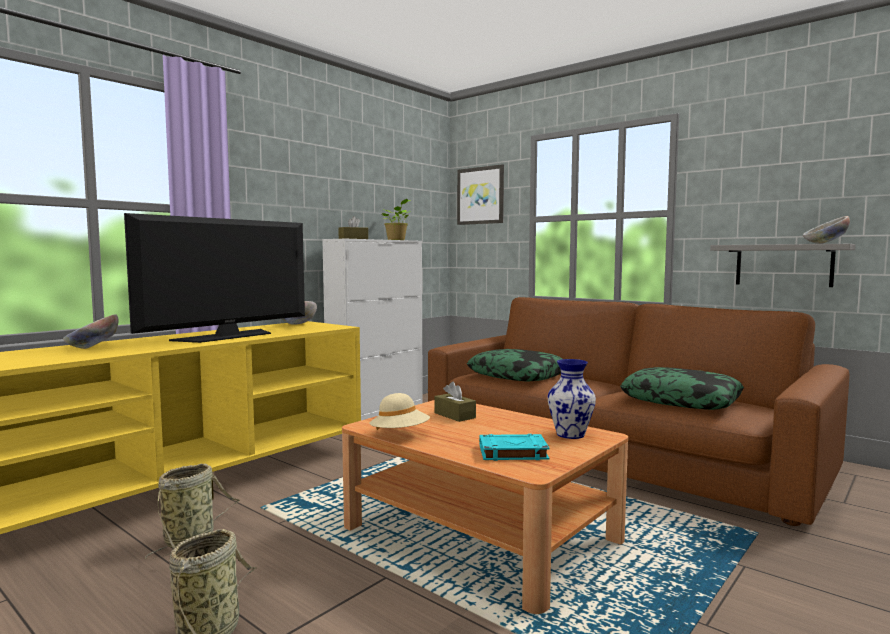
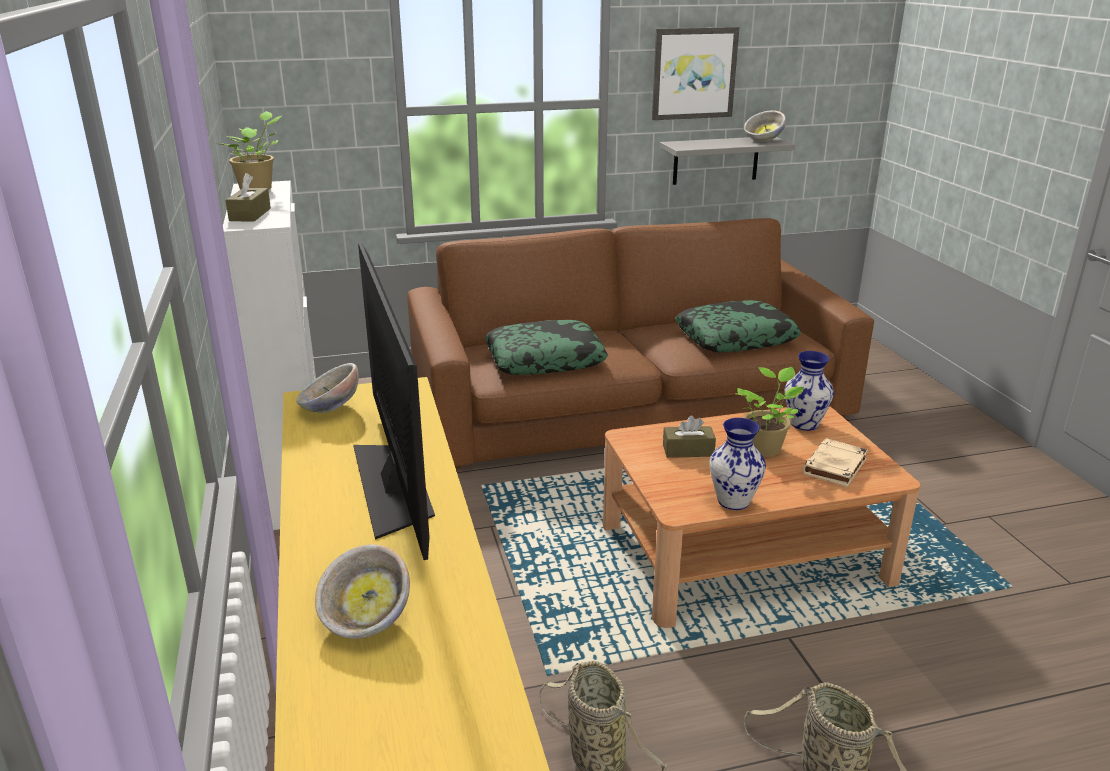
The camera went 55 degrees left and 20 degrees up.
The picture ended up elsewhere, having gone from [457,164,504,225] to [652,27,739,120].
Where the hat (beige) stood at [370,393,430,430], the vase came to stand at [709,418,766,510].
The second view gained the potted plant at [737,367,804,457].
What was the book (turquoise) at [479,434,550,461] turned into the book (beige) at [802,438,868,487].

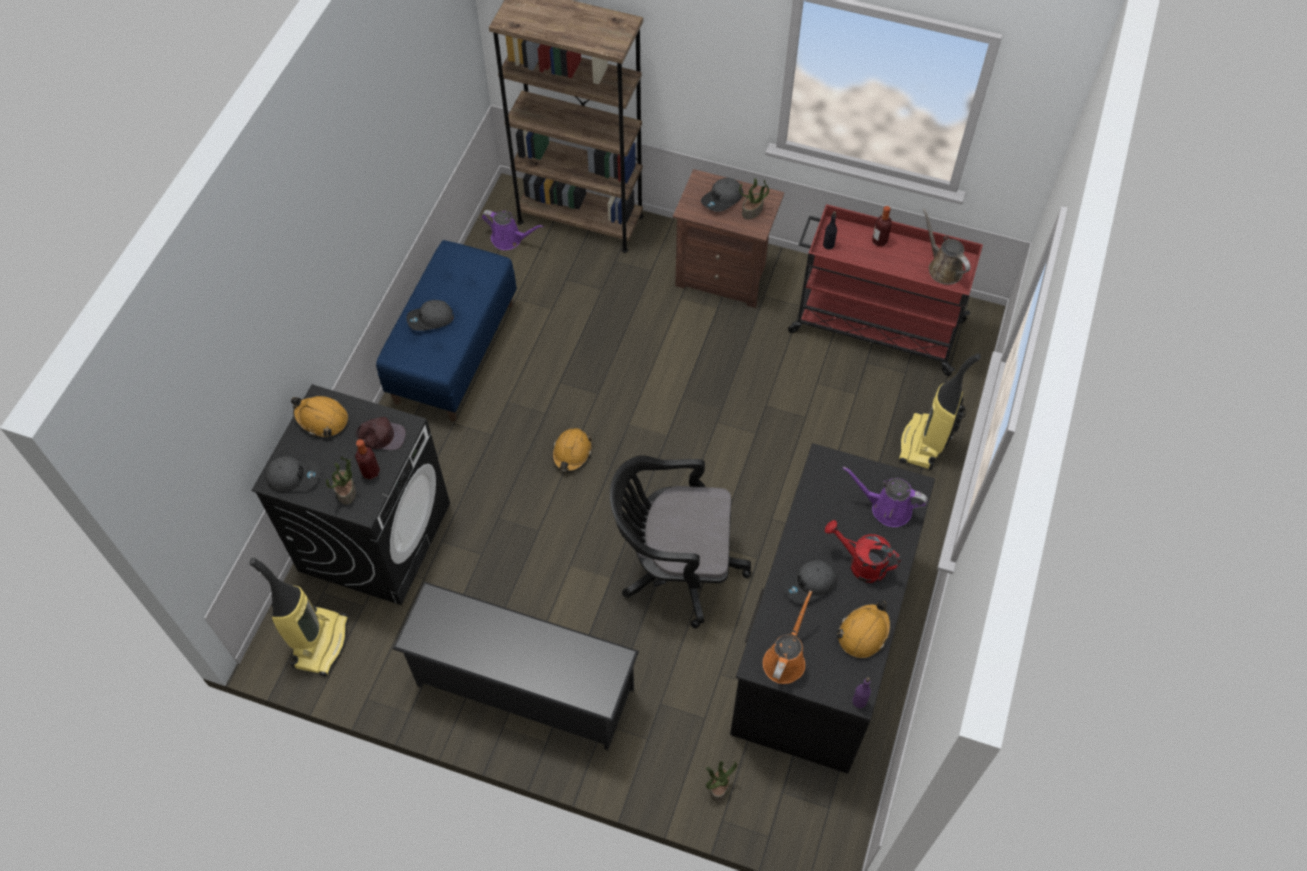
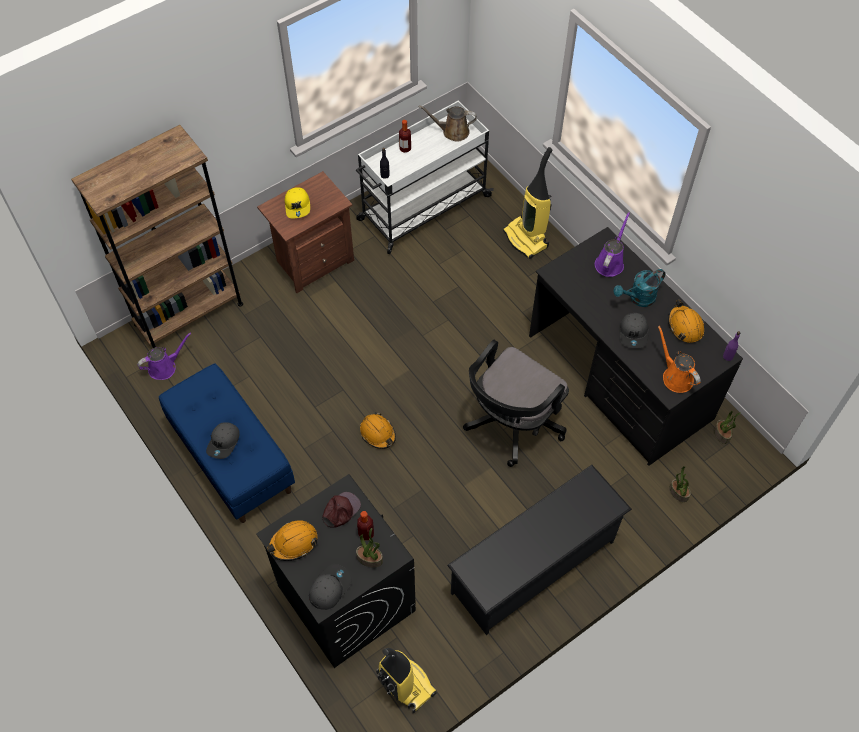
The camera went 55 degrees left and 0 degrees up.
What was the cap (grey) at [701,178,743,212] turned into the cap (yellow) at [285,187,310,218].
What was the cart (red) at [788,204,983,376] turned into the cart (white) at [356,100,494,254].
The watering can (purple) at [843,467,928,527] ended up facing another way, 150 degrees clockwise from before.
What was the watering can (red) at [825,520,901,583] turned into the watering can (turquoise) at [613,269,665,307].
The potted plant ended up elsewhere, having gone from [739,178,769,219] to [714,411,741,444].

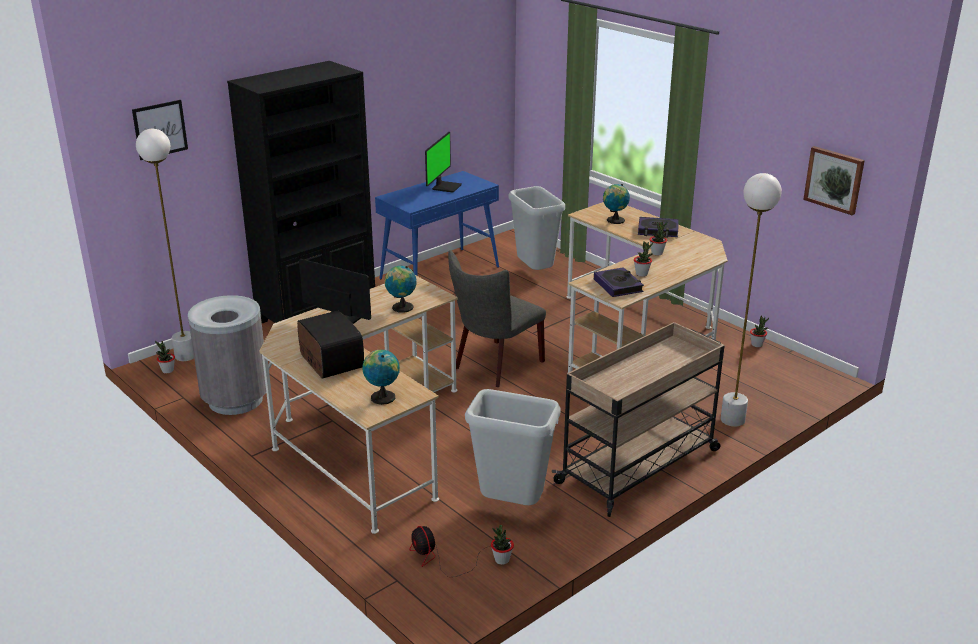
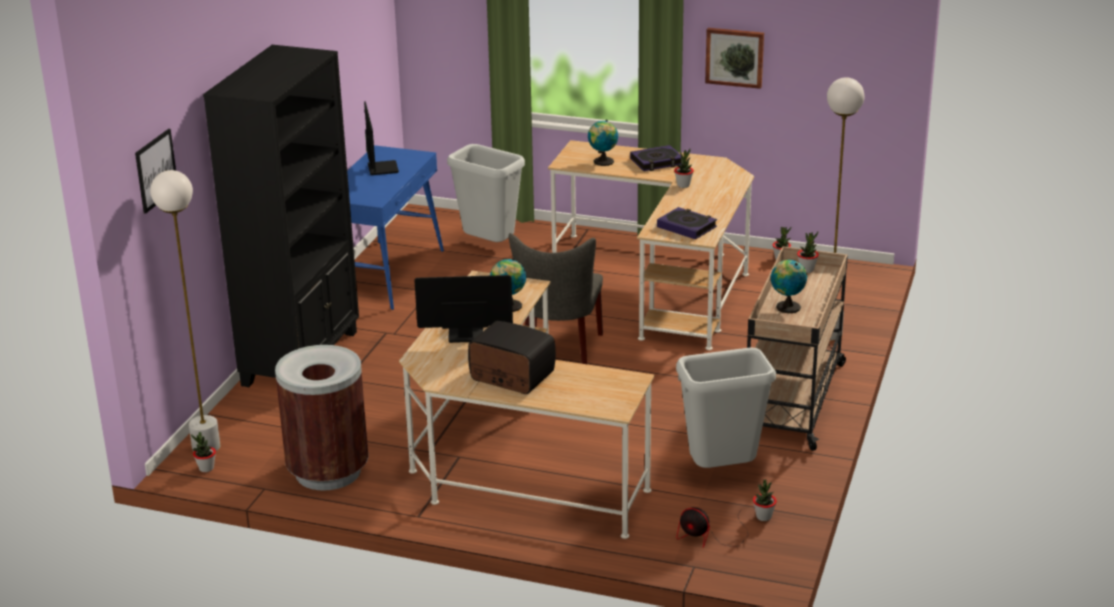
The camera went 30 degrees left and 0 degrees up.
What was the trash can (grey) at [188,295,266,415] turned into the trash can (brown) at [275,345,368,491].
The picture ended up elsewhere, having gone from [803,146,865,215] to [705,28,764,89].
The globe ended up elsewhere, having gone from [362,349,400,405] to [771,260,807,313].
The potted plant ended up elsewhere, having gone from [634,242,653,276] to [797,231,819,273].

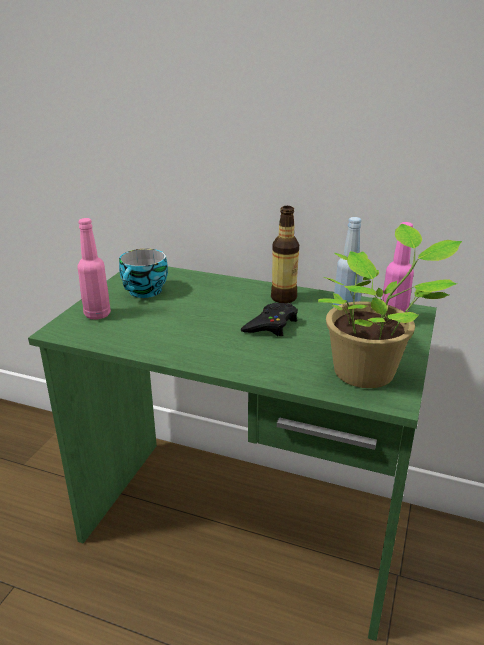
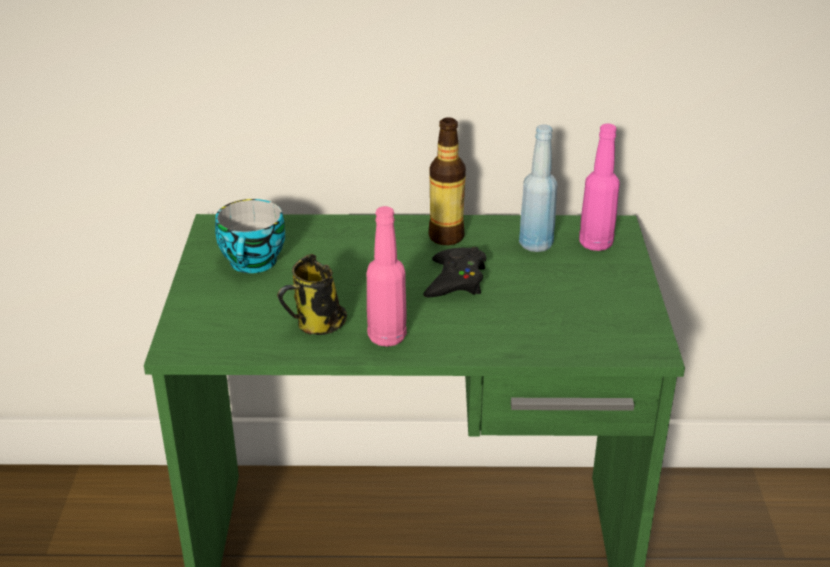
The camera went 20 degrees left and 5 degrees up.
The second view gained the mug at [277,254,347,335].
The bottle (pink) ended up elsewhere, having gone from [77,218,111,319] to [366,206,407,347].
The second view lost the potted plant at [318,224,462,388].

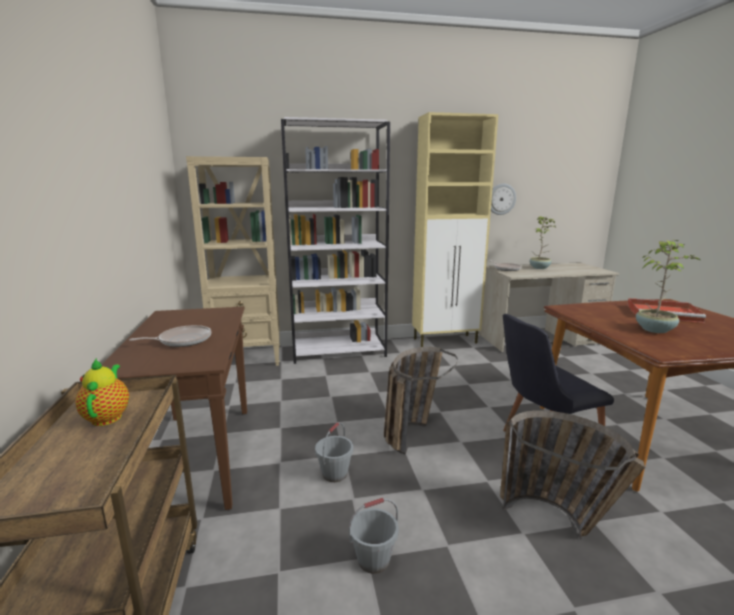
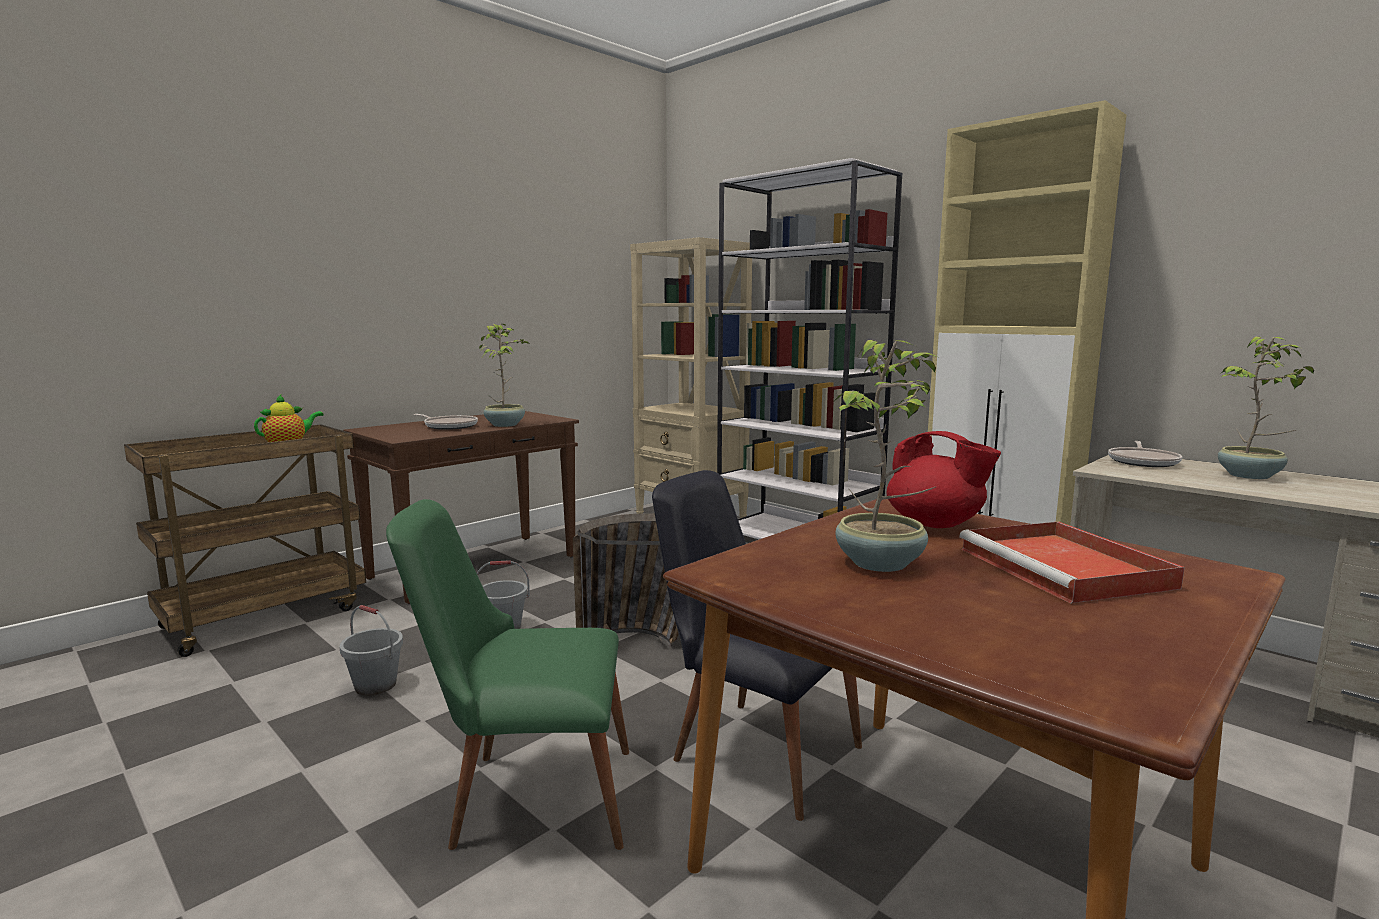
The camera went 55 degrees right and 5 degrees down.
Where the basket stood at [500,410,645,540], the chair (green) came to stand at [386,499,629,850].
The second view gained the potted plant at [479,324,529,427].
The second view gained the teapot (red) at [887,431,1001,528].
The second view lost the wall clock at [491,184,516,215].

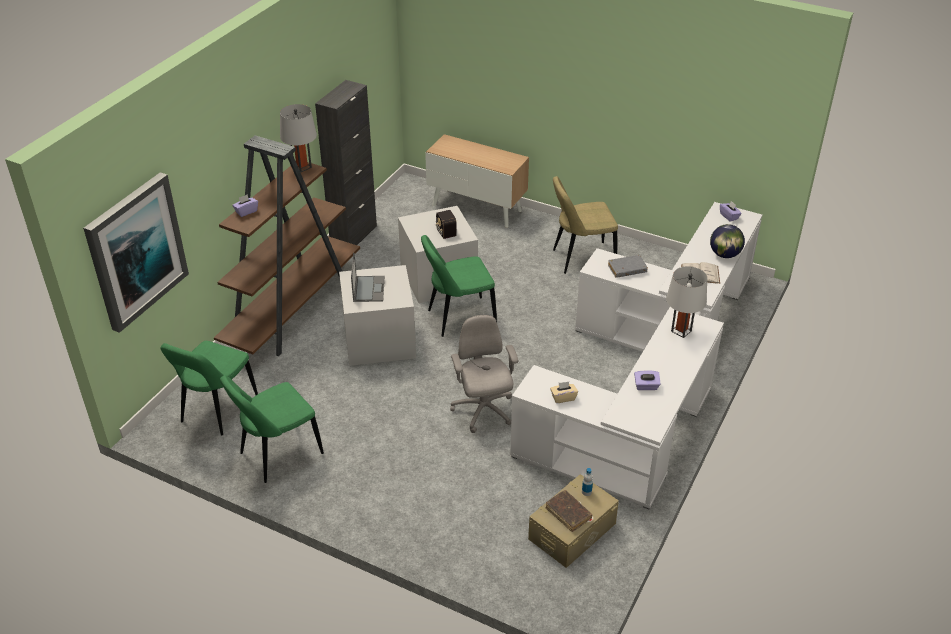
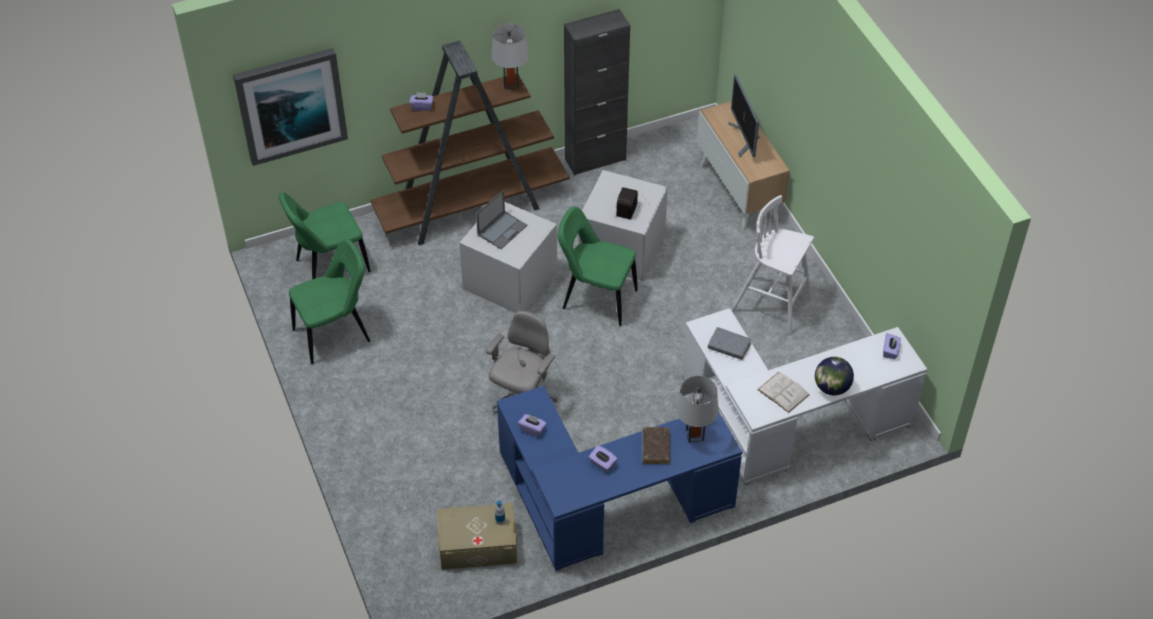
The camera went 40 degrees right and 10 degrees up.
The chair (green) at [220,375,324,483] ended up facing another way, 150 degrees clockwise from before.
What was the desk (white) at [510,307,724,510] turned into the desk (blue) at [497,386,742,571].
What was the tissue box (beige) at [550,382,578,403] turned into the tissue box (purple) at [518,414,547,437].
The book (brown) ended up elsewhere, having gone from [545,490,592,532] to [642,427,670,464].
The second view gained the monitor at [729,75,760,157].
Where the chair (beige) stood at [553,176,618,274], the stool (white) came to stand at [731,195,814,334].

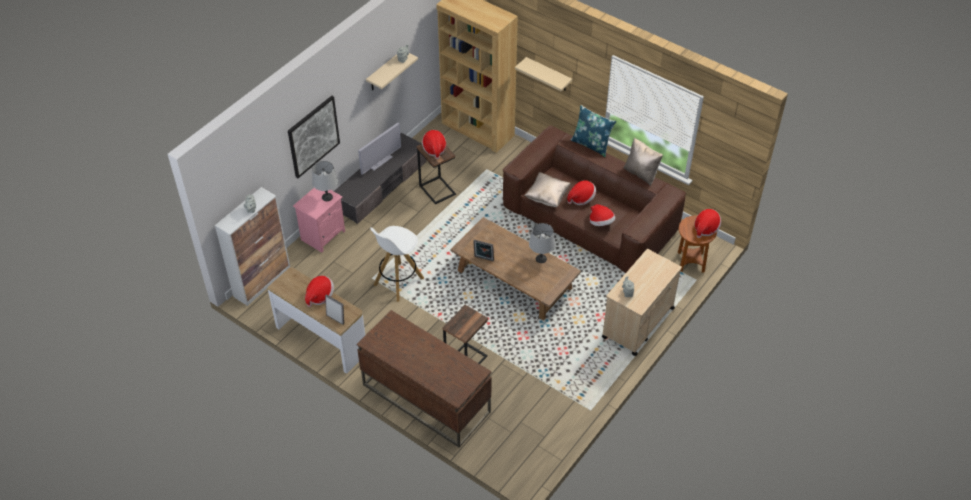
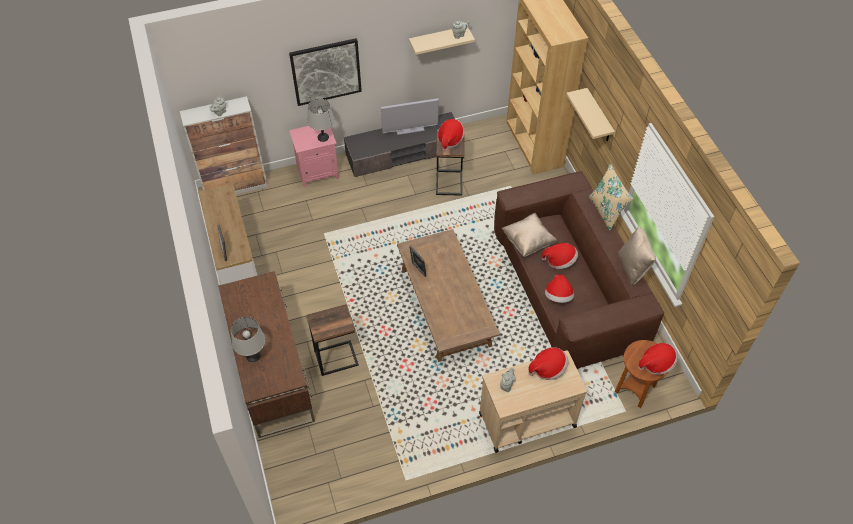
The camera went 35 degrees right and 5 degrees up.
The table lamp (grey) ended up elsewhere, having gone from [529,223,555,263] to [231,317,265,362].
The hat ended up elsewhere, having gone from [305,276,334,307] to [528,347,568,380].
What was the pillow (blue) at [570,105,616,157] turned into the pillow (beige) at [589,164,633,231].
The second view lost the stool (white) at [370,226,424,302].

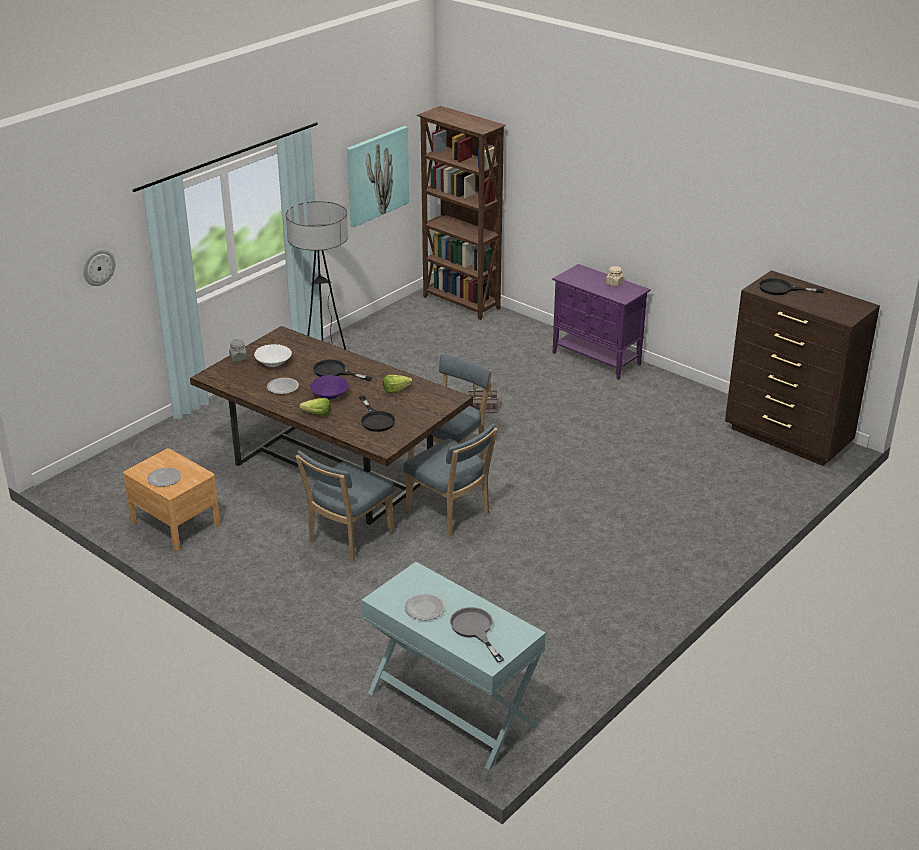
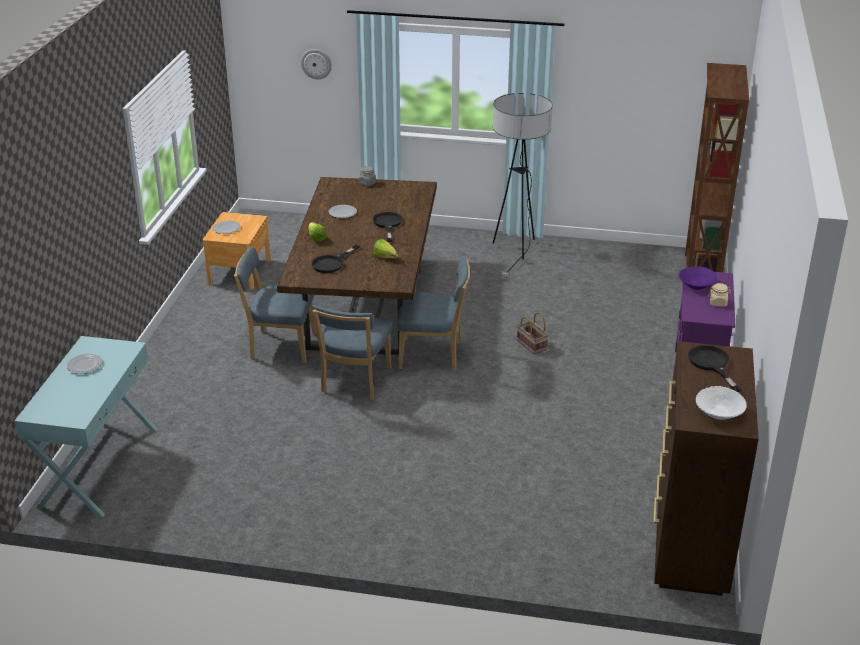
The camera went 60 degrees right and 0 degrees up.
The bowl (purple) ended up elsewhere, having gone from [310,375,349,399] to [679,266,717,290].
The bowl (white) ended up elsewhere, having gone from [254,344,292,367] to [696,386,747,420].
The second view lost the picture at [347,126,409,227].
The second view lost the frying pan (grey) at [450,607,504,663].

